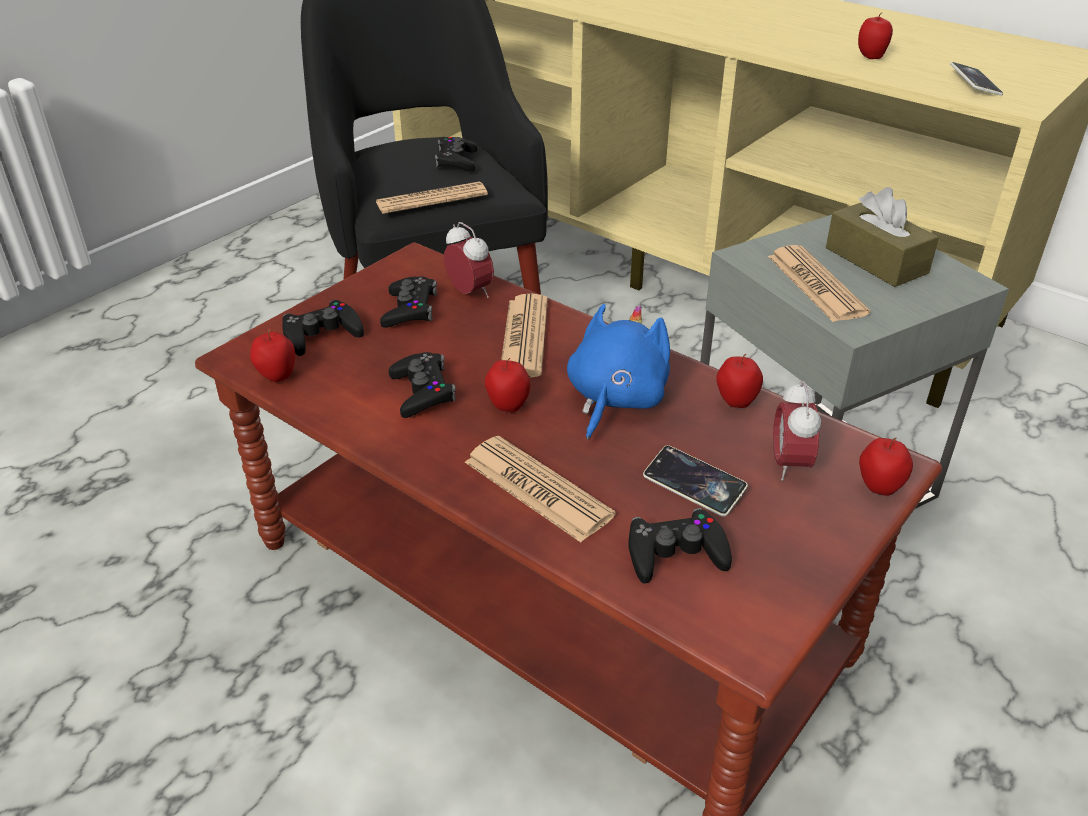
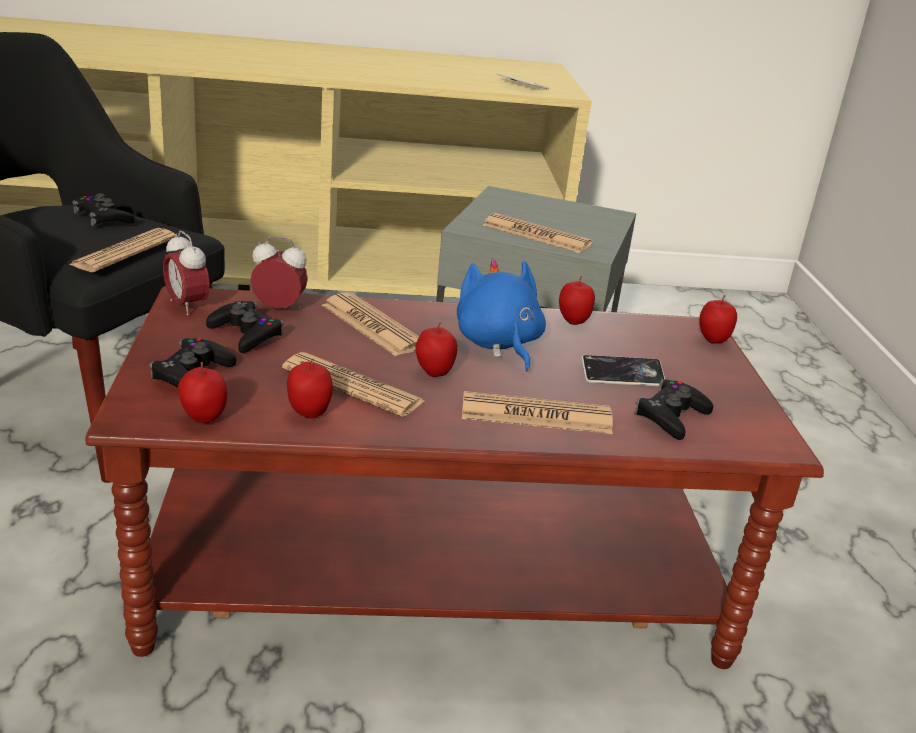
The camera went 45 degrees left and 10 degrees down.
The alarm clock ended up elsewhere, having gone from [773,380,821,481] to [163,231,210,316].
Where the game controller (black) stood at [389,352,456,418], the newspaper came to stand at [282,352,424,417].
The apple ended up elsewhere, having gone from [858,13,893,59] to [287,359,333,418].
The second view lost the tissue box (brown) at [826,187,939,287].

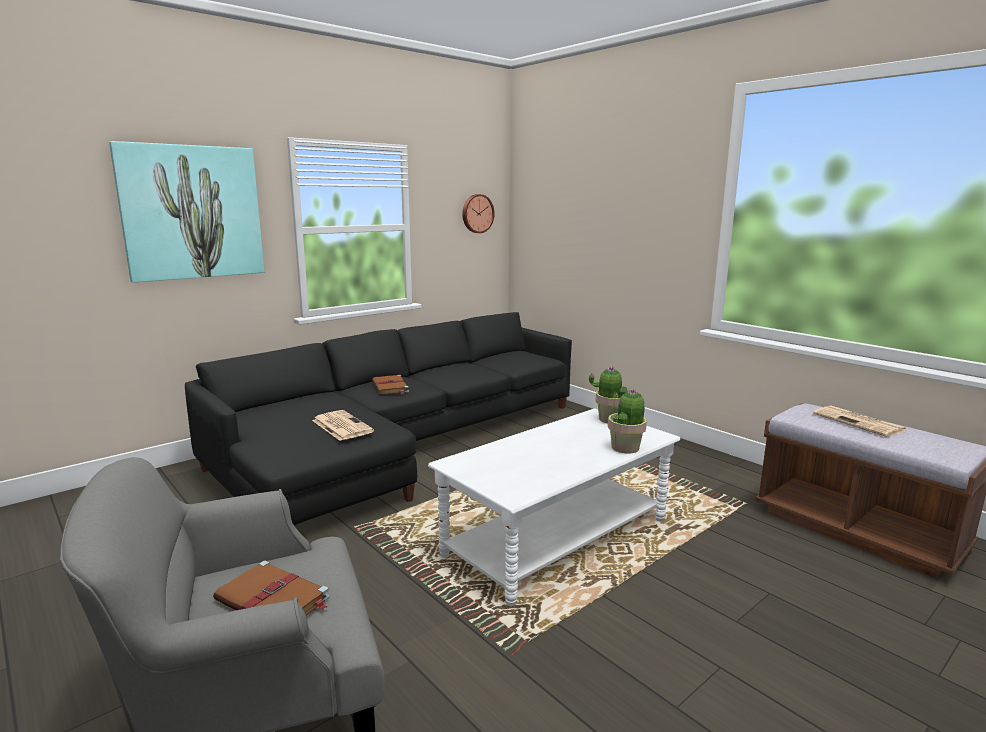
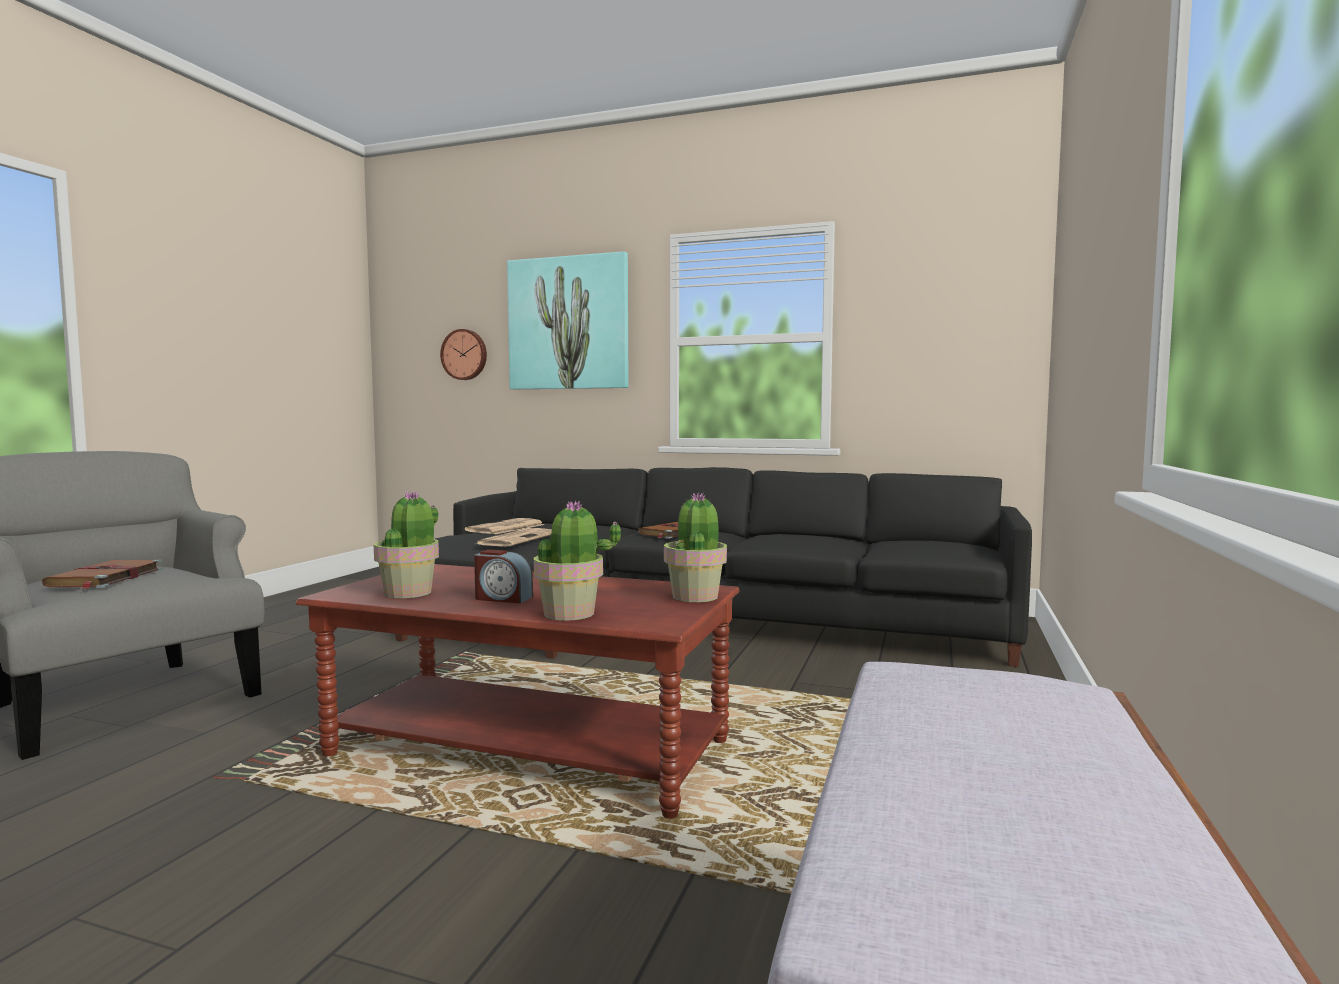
The camera went 60 degrees right and 10 degrees down.
What was the coffee table (white) at [428,409,680,606] turned into the coffee table (brown) at [296,564,739,819].
The second view gained the potted plant at [374,492,439,598].
The wall clock ended up elsewhere, having gone from [462,194,495,233] to [440,329,487,380].
The newspaper ended up elsewhere, having gone from [813,406,907,437] to [465,518,544,534].
The second view gained the alarm clock at [474,550,533,603].

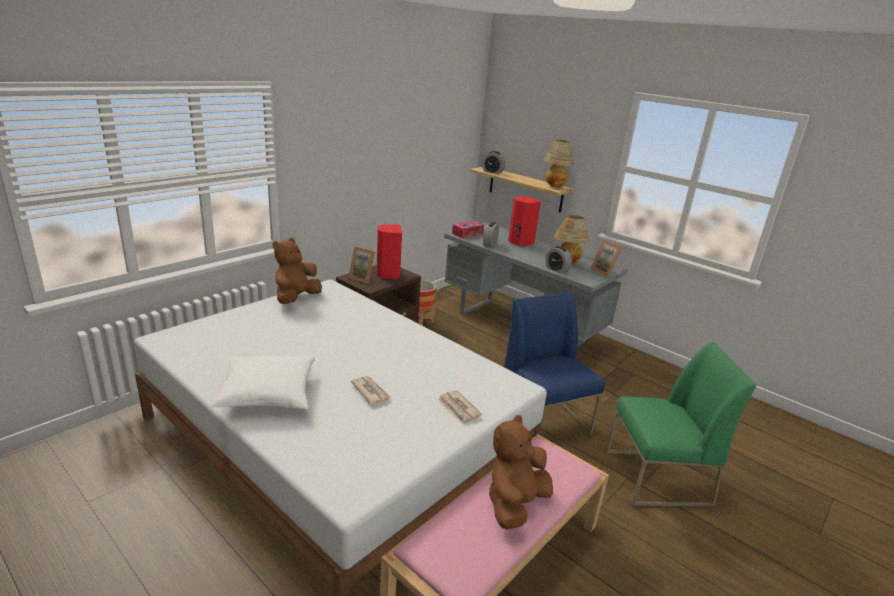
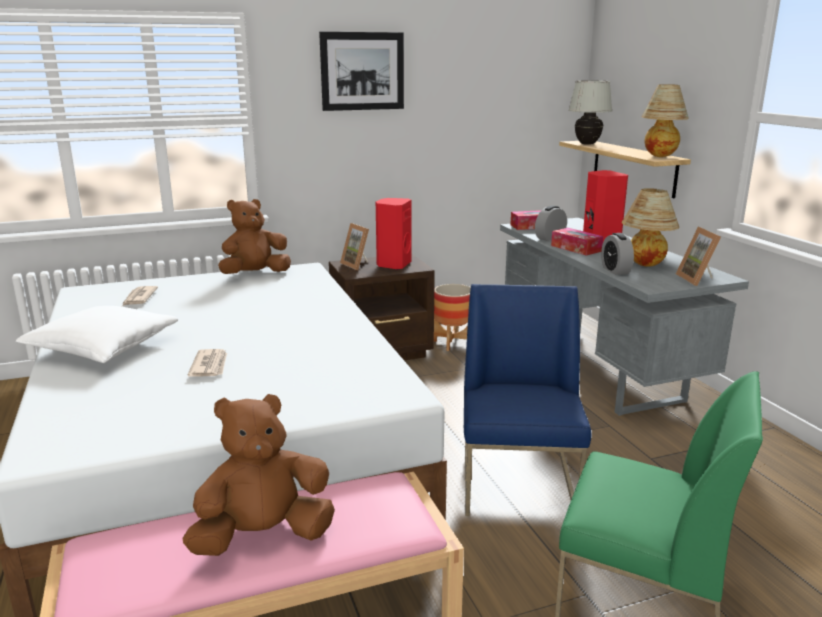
The camera went 30 degrees right and 5 degrees down.
The newspaper ended up elsewhere, having gone from [438,390,482,424] to [122,286,158,306].
The second view gained the picture at [319,32,404,111].
The second view gained the tissue box at [551,228,603,255].
Where the alarm clock stood at [482,151,506,174], the table lamp (white) came to stand at [568,80,612,145].

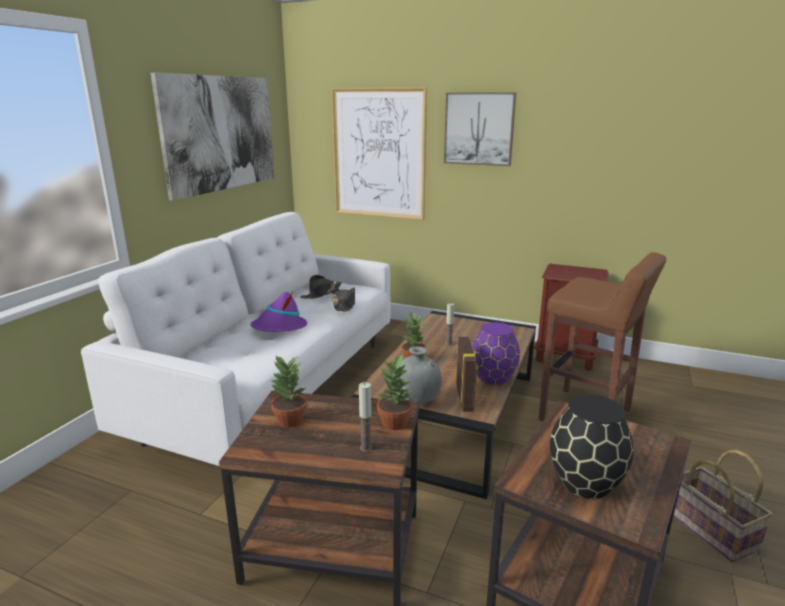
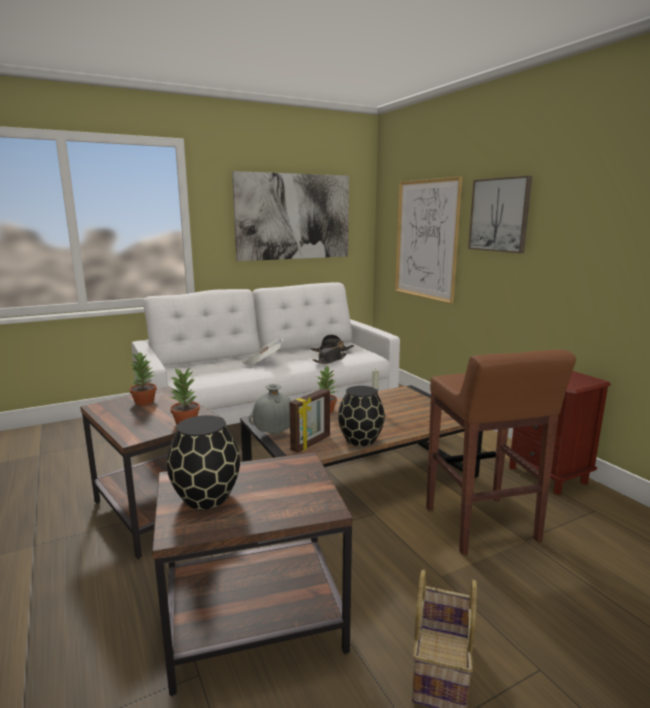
The camera went 40 degrees right and 5 degrees down.
Where the hat (purple) stood at [250,292,307,332], the newspaper came to stand at [242,338,284,366].
What was the vase (purple) at [472,322,520,385] turned into the vase (black) at [338,386,385,446].
The second view lost the candle at [359,382,372,452].

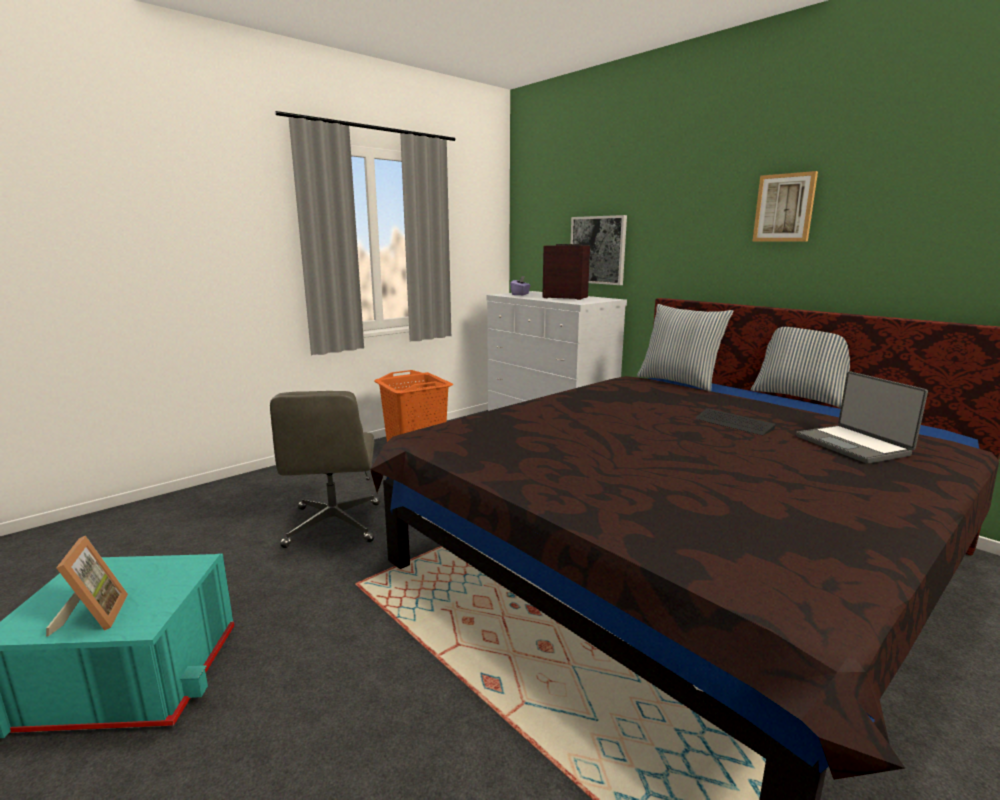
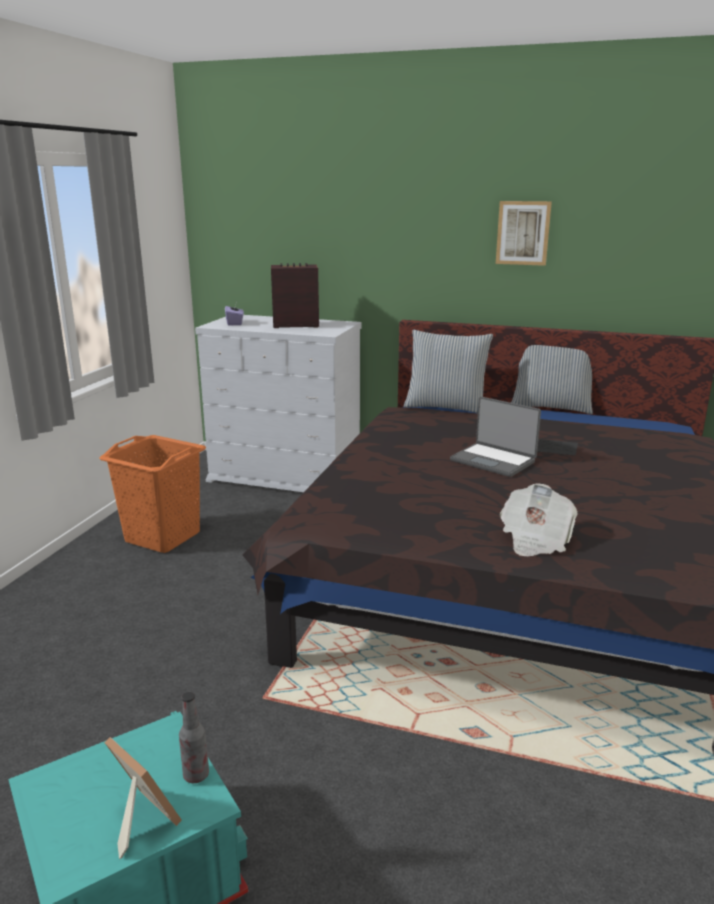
The camera went 30 degrees left and 5 degrees up.
The second view gained the bottle at [179,692,209,783].
The laptop ended up elsewhere, having gone from [796,371,928,464] to [450,397,541,477].
The second view gained the newspaper at [500,483,578,556].
The second view lost the office chair (grey) at [270,391,380,548].
The second view lost the picture at [571,215,627,285].

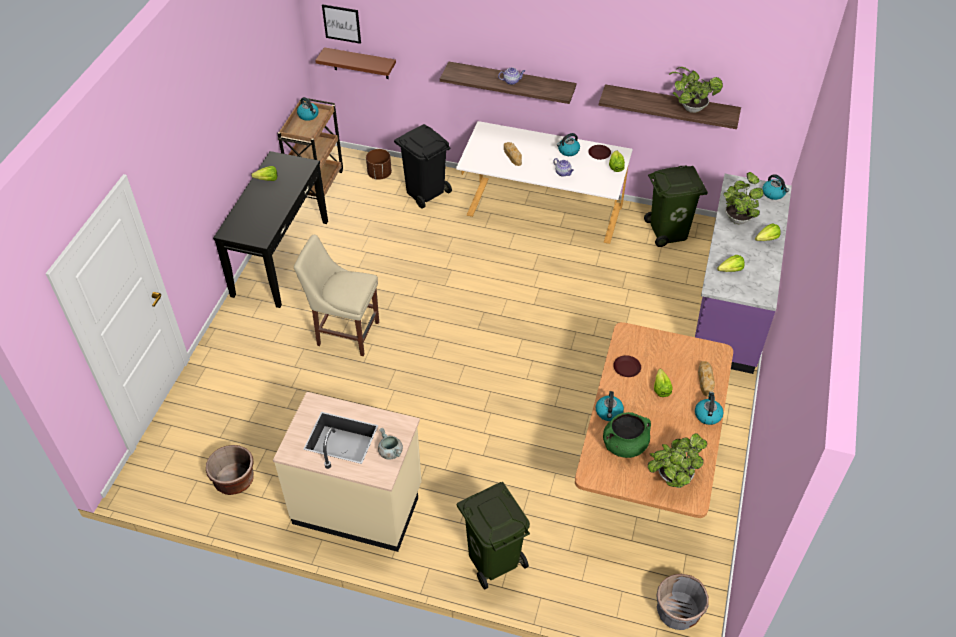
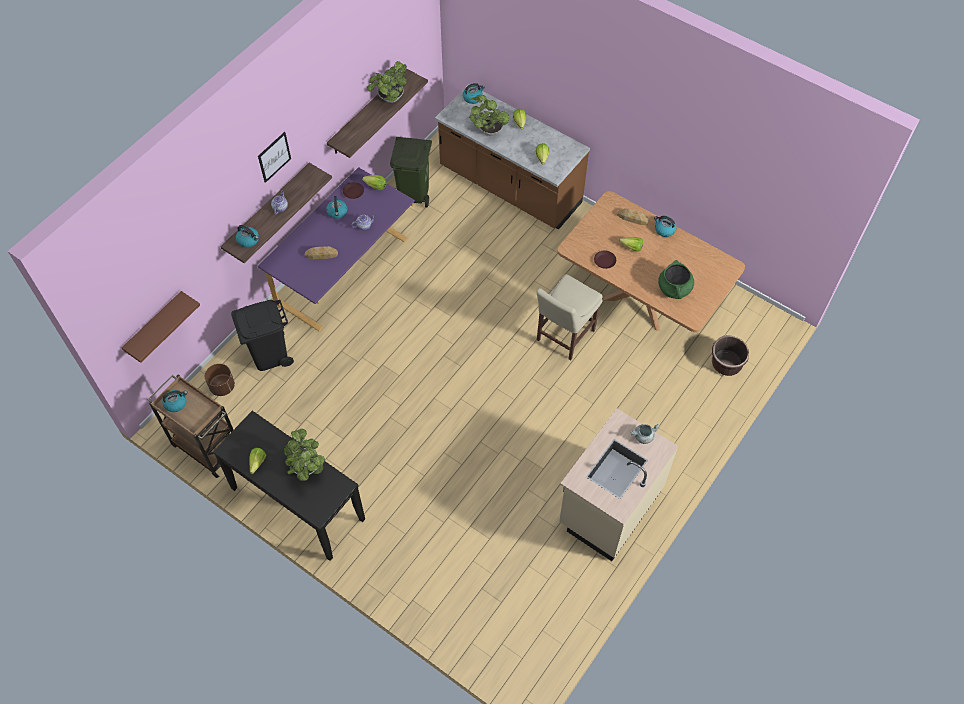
The camera went 70 degrees left and 10 degrees up.
The kettle ended up elsewhere, having gone from [596,391,624,421] to [236,225,259,248].
The picture ended up elsewhere, having gone from [322,4,361,44] to [258,132,291,183].
What was the desk (white) at [456,121,633,244] turned into the desk (purple) at [258,167,415,331].
The potted plant ended up elsewhere, having gone from [648,433,707,488] to [283,429,325,481].
What was the counter (purple) at [695,174,792,374] turned into the counter (brown) at [435,84,590,230].
The chair (beige) ended up elsewhere, having gone from [294,235,379,356] to [536,274,603,360].
The planter (brown) ended up elsewhere, having gone from [206,445,254,495] to [712,335,749,376].
The second view lost the trash can (green) at [457,482,530,589].
The second view lost the planter (grey) at [656,574,709,630].

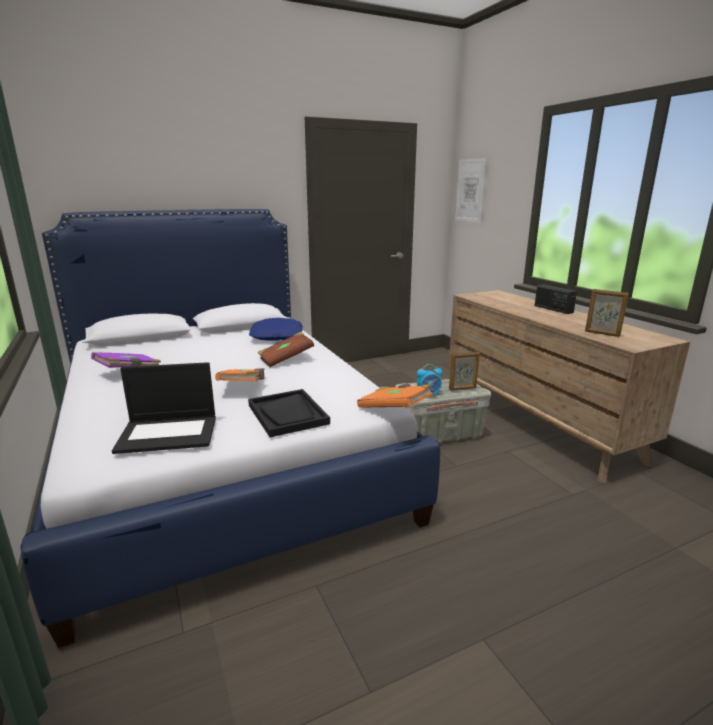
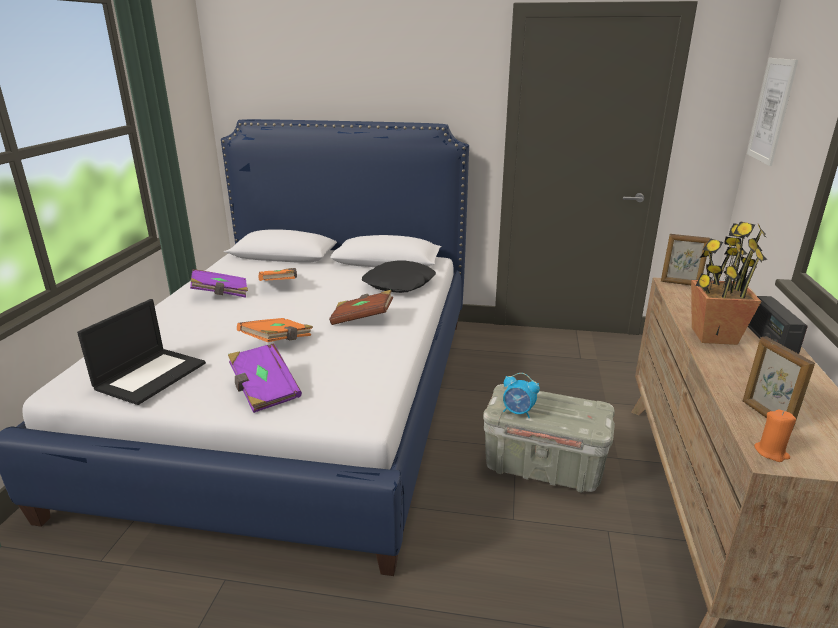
The camera went 35 degrees right and 5 degrees up.
The laptop at [112,362,216,454] ended up facing another way, 90 degrees counterclockwise from before.
Where the tray (black) stood at [248,389,330,437], the book (purple) came to stand at [228,343,302,413].
The book (orange) ended up elsewhere, having gone from [357,384,432,408] to [258,268,297,281].
What was the pillow (blue) at [249,318,303,341] turned into the pillow (black) at [362,260,436,293].
The picture frame ended up elsewhere, having gone from [449,352,480,391] to [661,234,710,285].
The second view gained the potted plant at [691,221,767,345].
The second view gained the candle (orange) at [754,410,796,462].

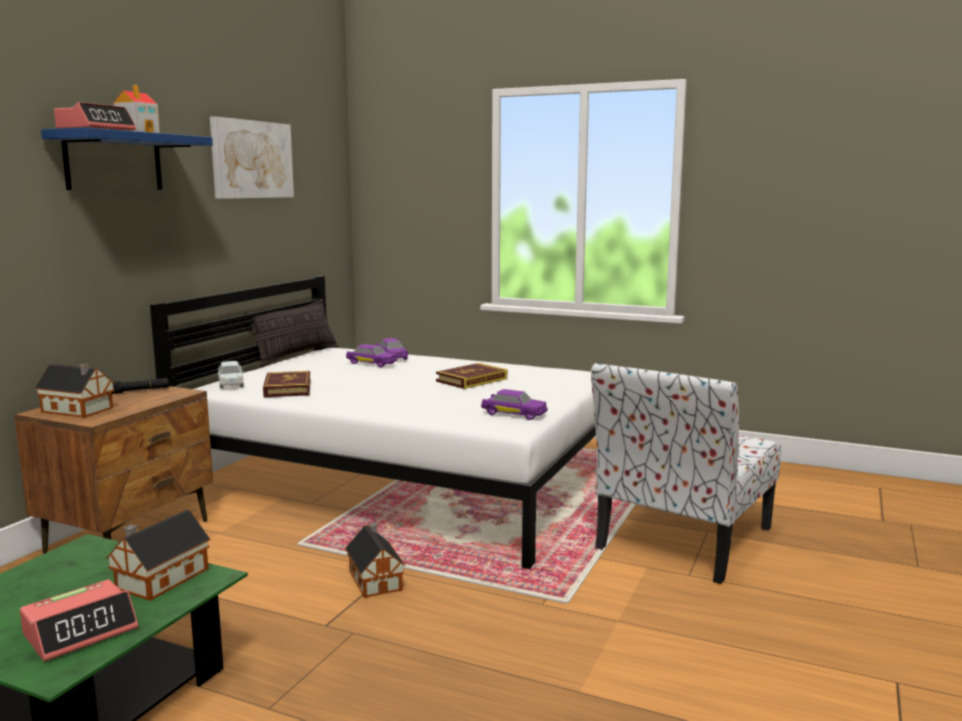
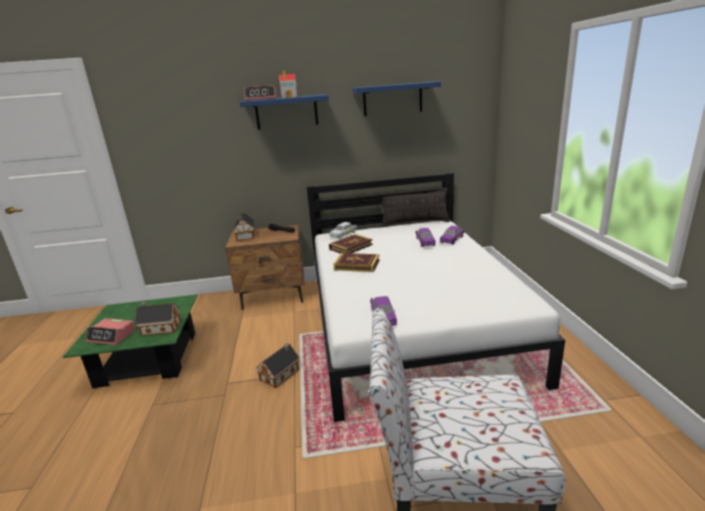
The camera went 60 degrees right and 10 degrees up.
The book ended up elsewhere, having gone from [436,363,507,389] to [333,253,380,272].
Where the picture hung at [210,116,294,199], the shelf (blue) came to hang at [352,82,441,116].

